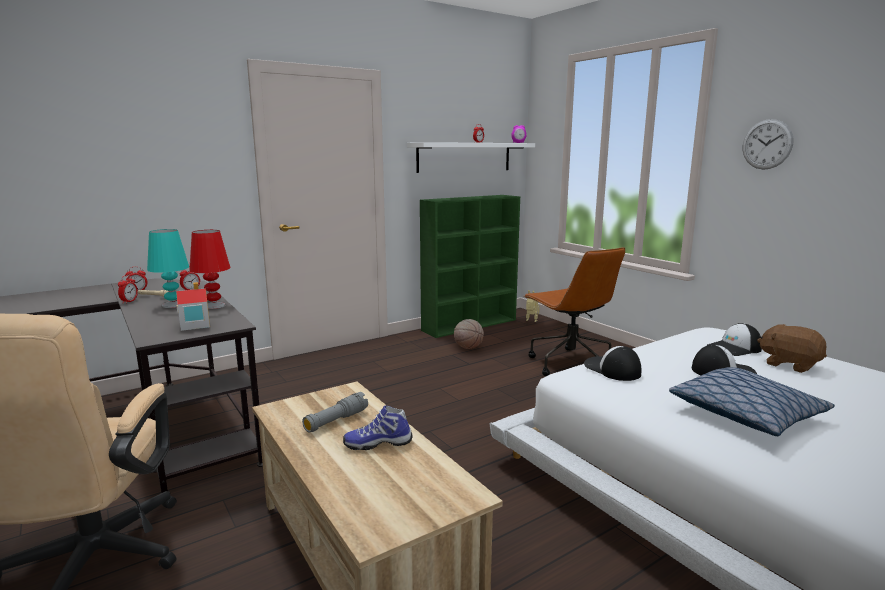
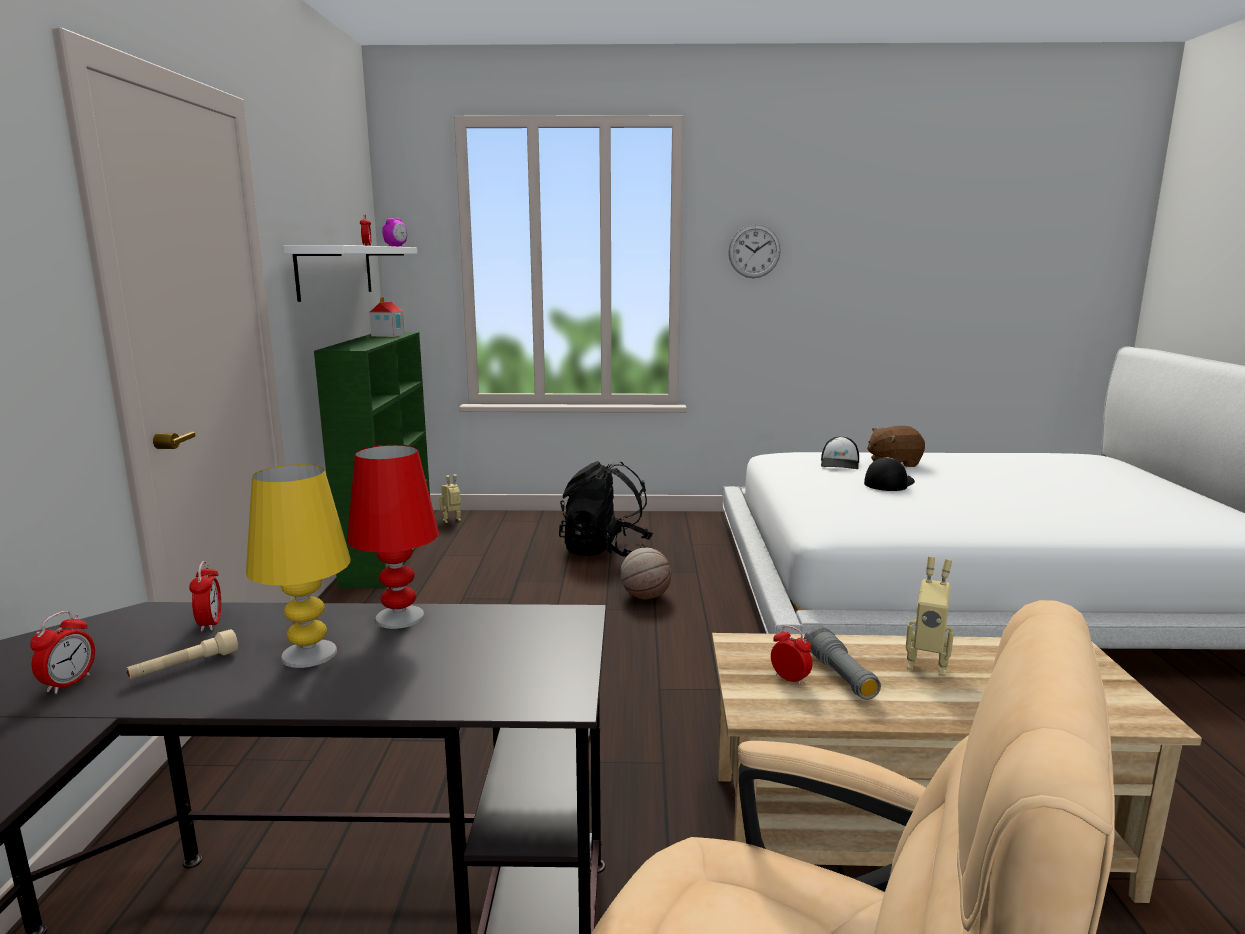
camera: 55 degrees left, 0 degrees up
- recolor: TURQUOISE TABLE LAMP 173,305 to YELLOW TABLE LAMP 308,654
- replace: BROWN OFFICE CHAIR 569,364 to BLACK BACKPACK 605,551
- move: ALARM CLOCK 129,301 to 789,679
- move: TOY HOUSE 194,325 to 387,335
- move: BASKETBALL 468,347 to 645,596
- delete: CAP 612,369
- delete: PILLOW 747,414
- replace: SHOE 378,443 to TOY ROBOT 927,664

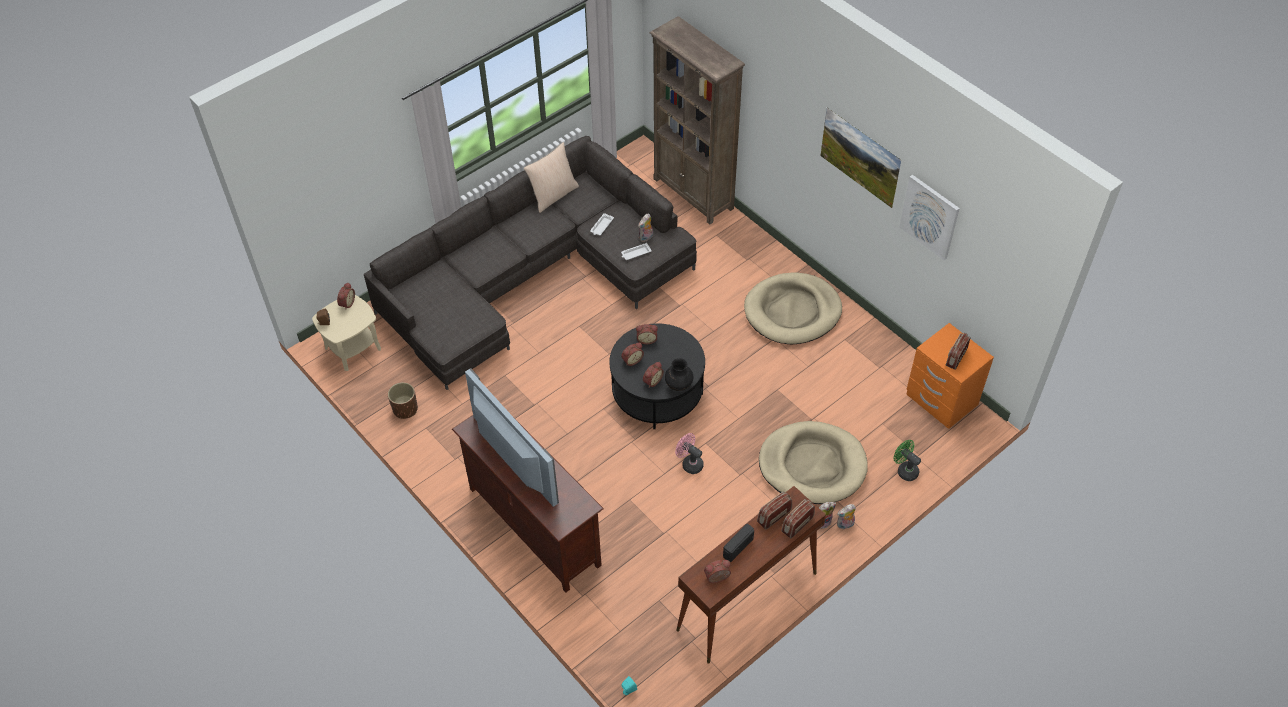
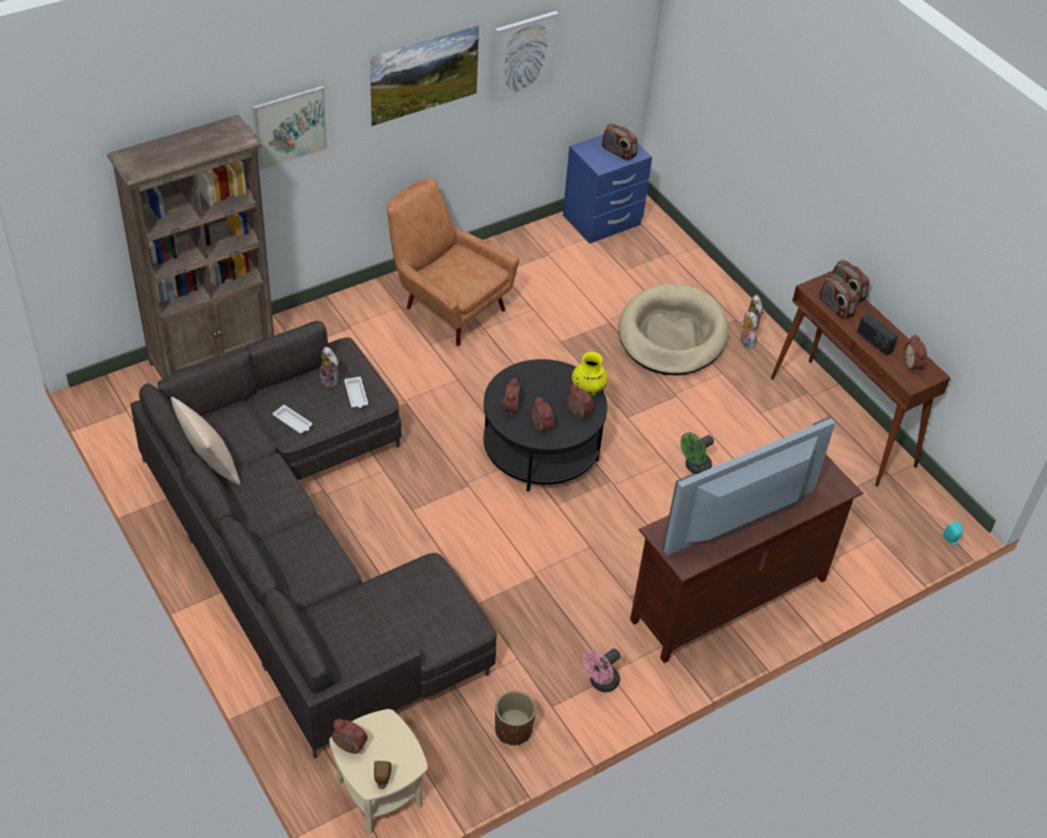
camera: 85 degrees left, 5 degrees down
- replace: BEIGE DOG BED 792,311 to BROWN ARMCHAIR 447,305
- recolor: ORANGE NIGHTSTAND 941,400 to BLUE NIGHTSTAND 602,221
- recolor: BLACK VASE 678,384 to YELLOW VASE 588,389
- move: PINK FAN 689,463 to 601,683
- move: GREEN FAN 904,470 to 694,467
- insert: PICTURE 290,127

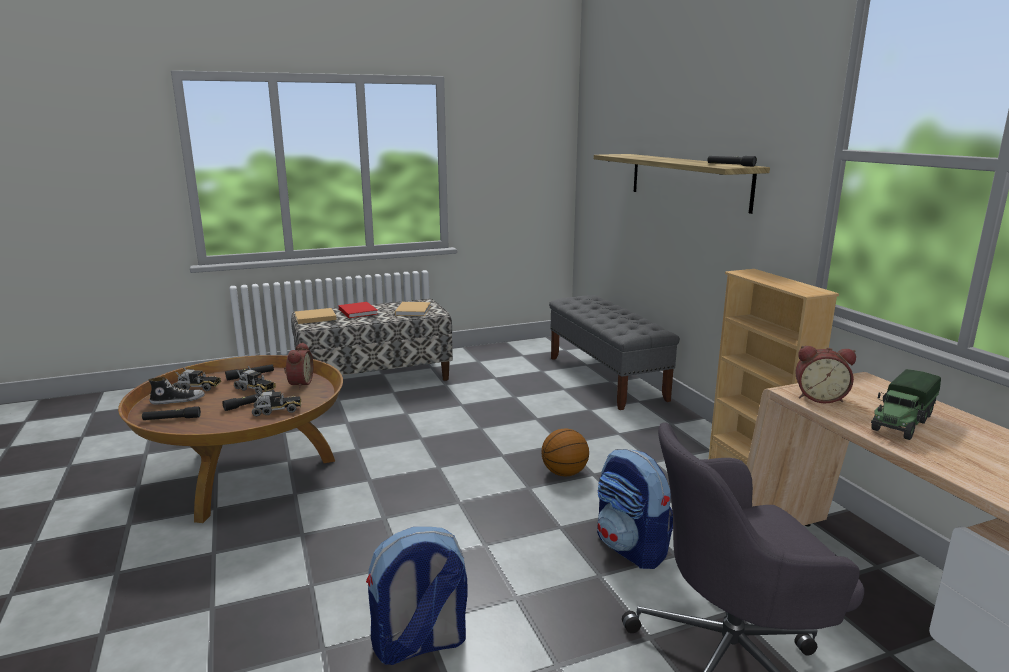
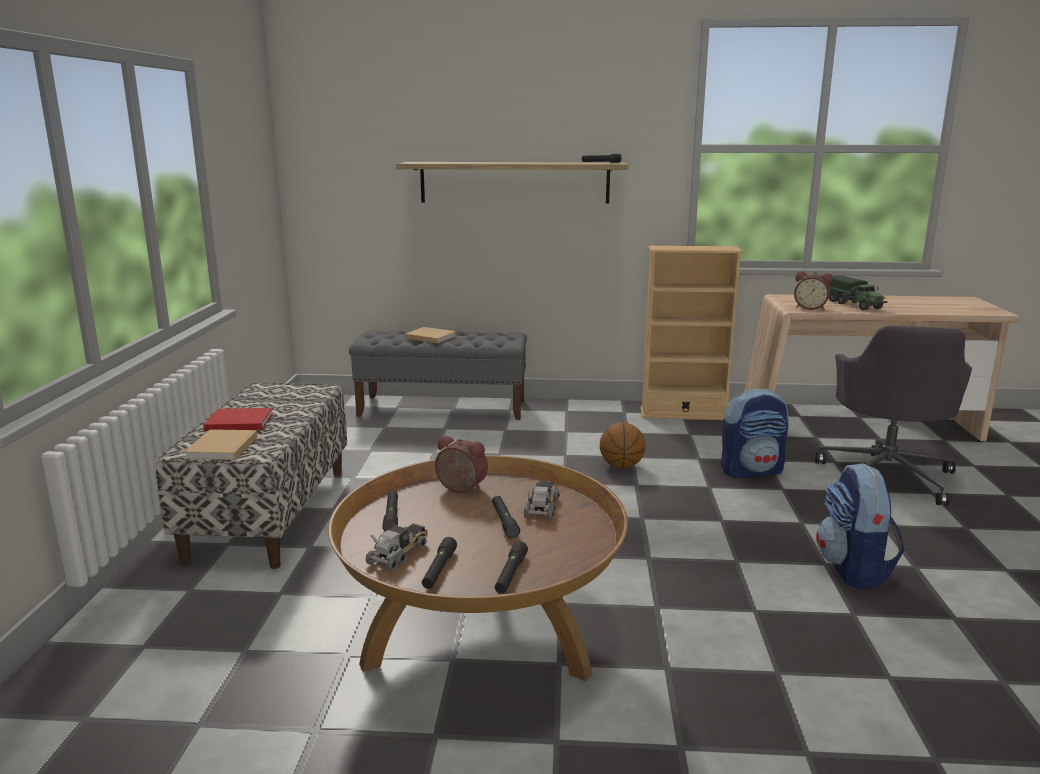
camera: 65 degrees left, 0 degrees up
- move: BEIGE BOOK 413,310 to 429,337
- rotate: ALARM CLOCK 819,397 = 810,308 75 degrees clockwise
- delete: TOY TRUCK 256,389
- replace: SHOE 178,400 to BLACK FLASHLIGHT 439,570

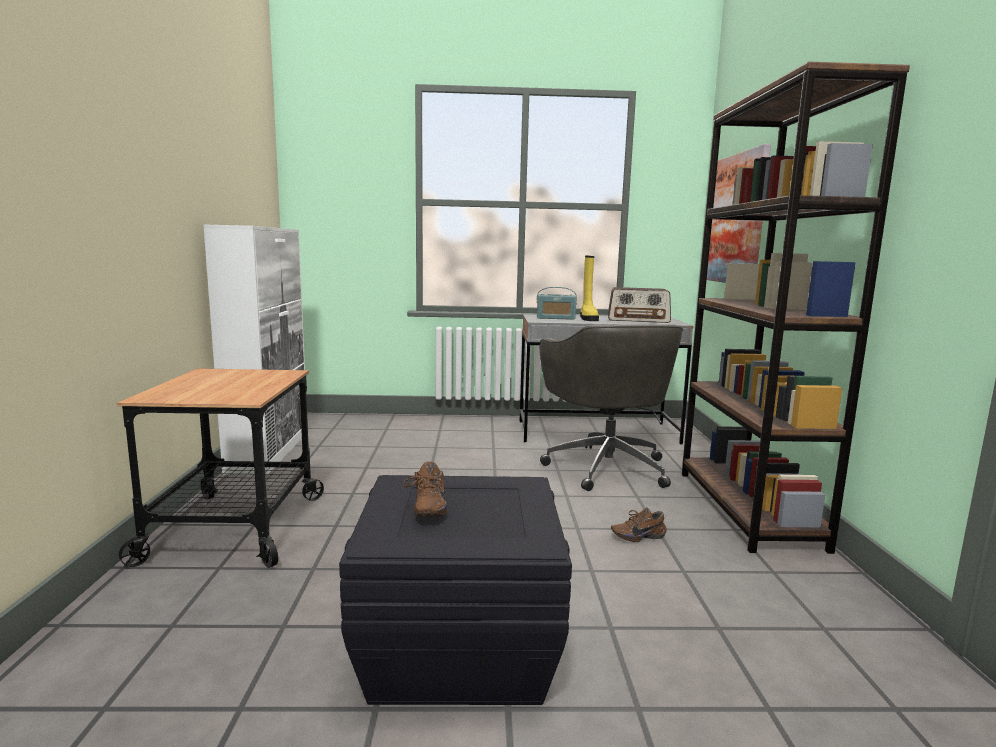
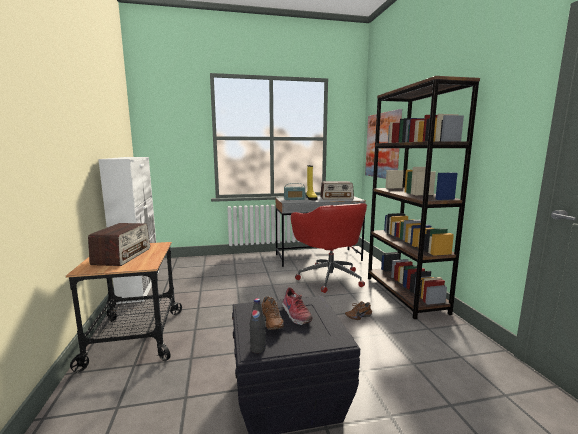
camera: 10 degrees left, 0 degrees up
- recolor: GREY OFFICE CHAIR 606,467 to RED OFFICE CHAIR 329,277
- insert: RADIO 122,256
- insert: SHOE 295,314
- insert: BLACK BOTTLE 258,349

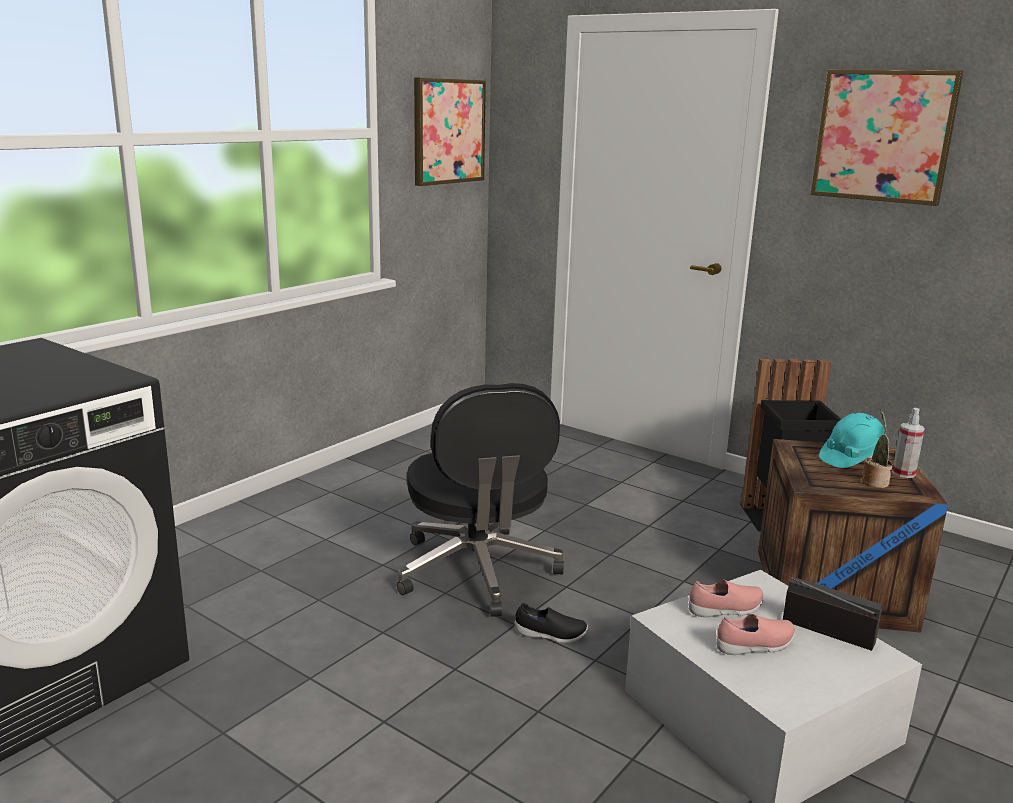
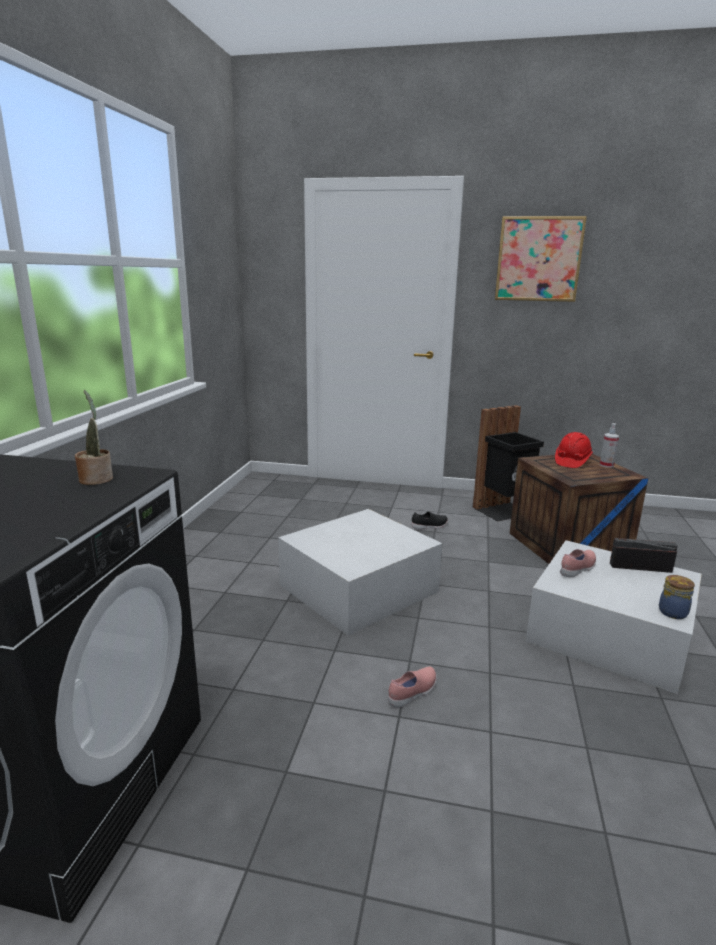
camera: 25 degrees left, 0 degrees up
- delete: PICTURE 448,131
- replace: BLACK OFFICE CHAIR 477,572 to WHITE STORAGE BOX 359,588
- move: POTTED PLANT 874,482 to 96,479
- recolor: TURQUOISE HARD HAT 852,458 to RED HARD HAT 572,461
- move: BLACK SHOE 550,635 to 429,526
- move: PINK SHOE 755,646 to 413,693
- insert: JAR 672,612

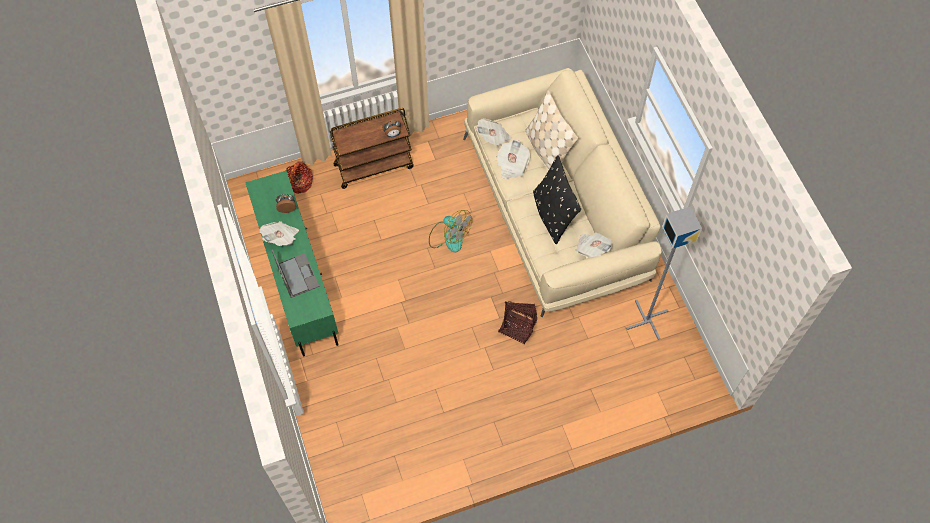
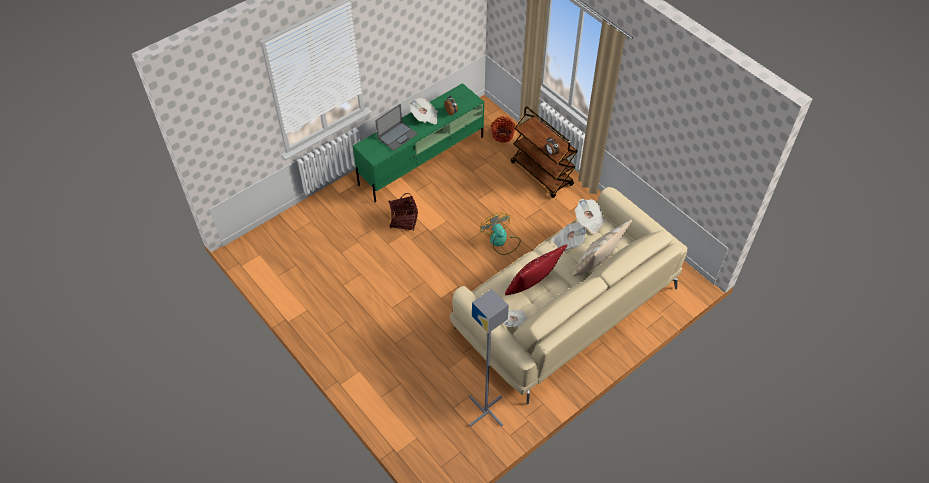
camera: 70 degrees right, 10 degrees down
- recolor: BLACK PILLOW 552,215 to RED PILLOW 533,284
- rotate: FAN 449,236 = 501,241 135 degrees clockwise
- move: BASKET 517,326 to 404,220

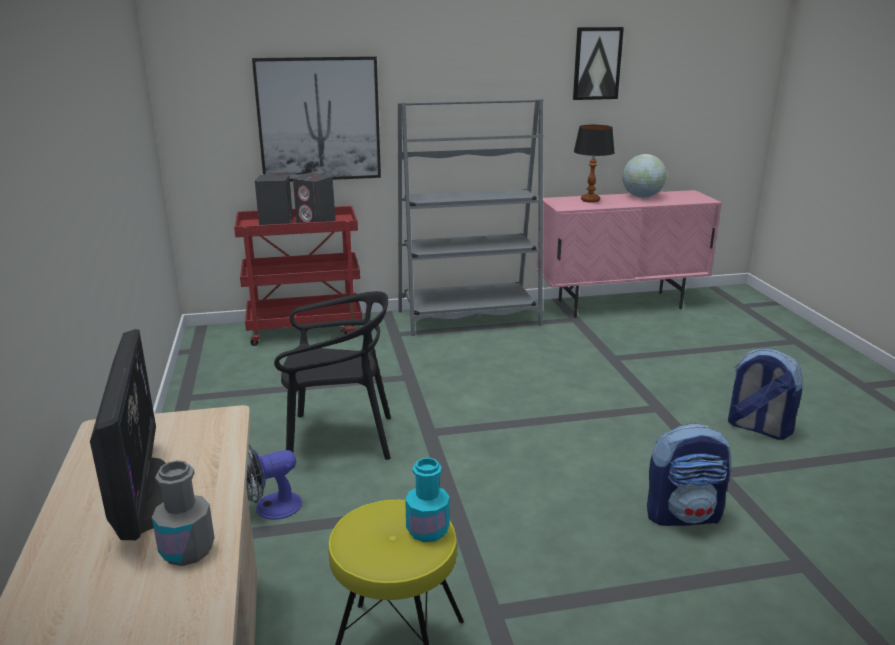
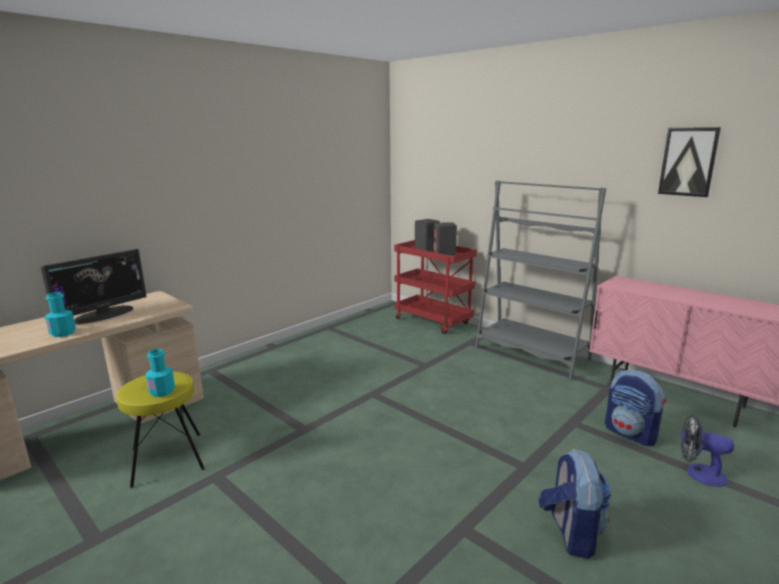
camera: 55 degrees right, 5 degrees down
- delete: PICTURE 319,119
- delete: TABLE LAMP 590,200
- delete: GLOBE 642,197
- delete: BLACK CHAIR 339,439
- move: BACKPACK 683,515 to 631,434
- move: FAN 270,508 to 698,473
- recolor: GREY BOTTLE 187,550 to TURQUOISE BOTTLE 63,333

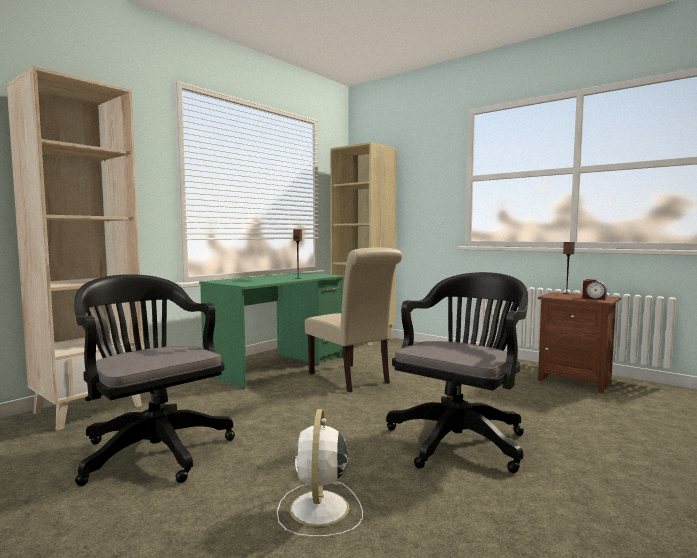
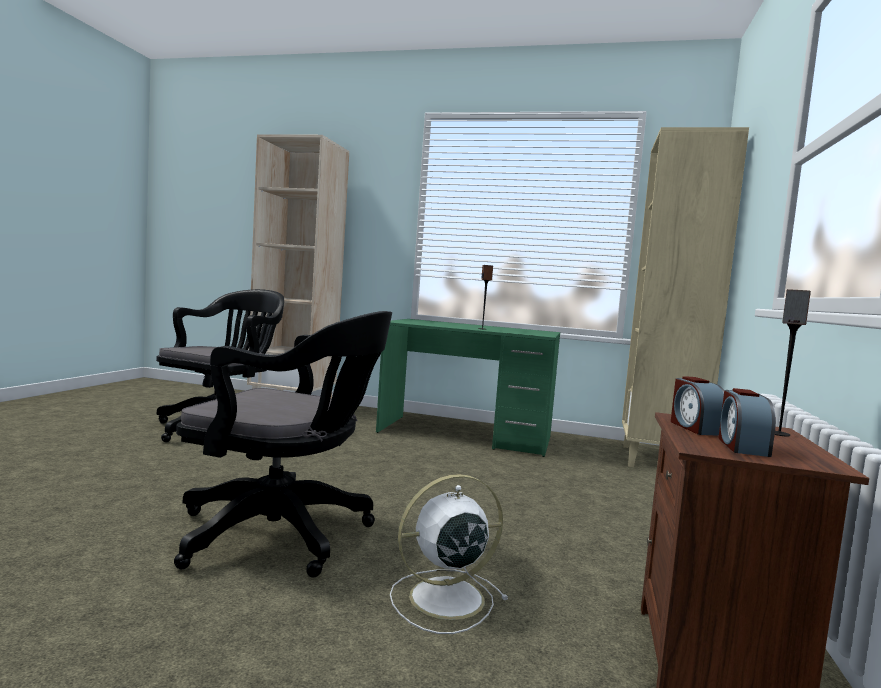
camera: 65 degrees right, 0 degrees up
- delete: BEIGE CHAIR 352,379
- move: WHITE FAN 319,510 to 443,599
- insert: ALARM CLOCK 695,428

